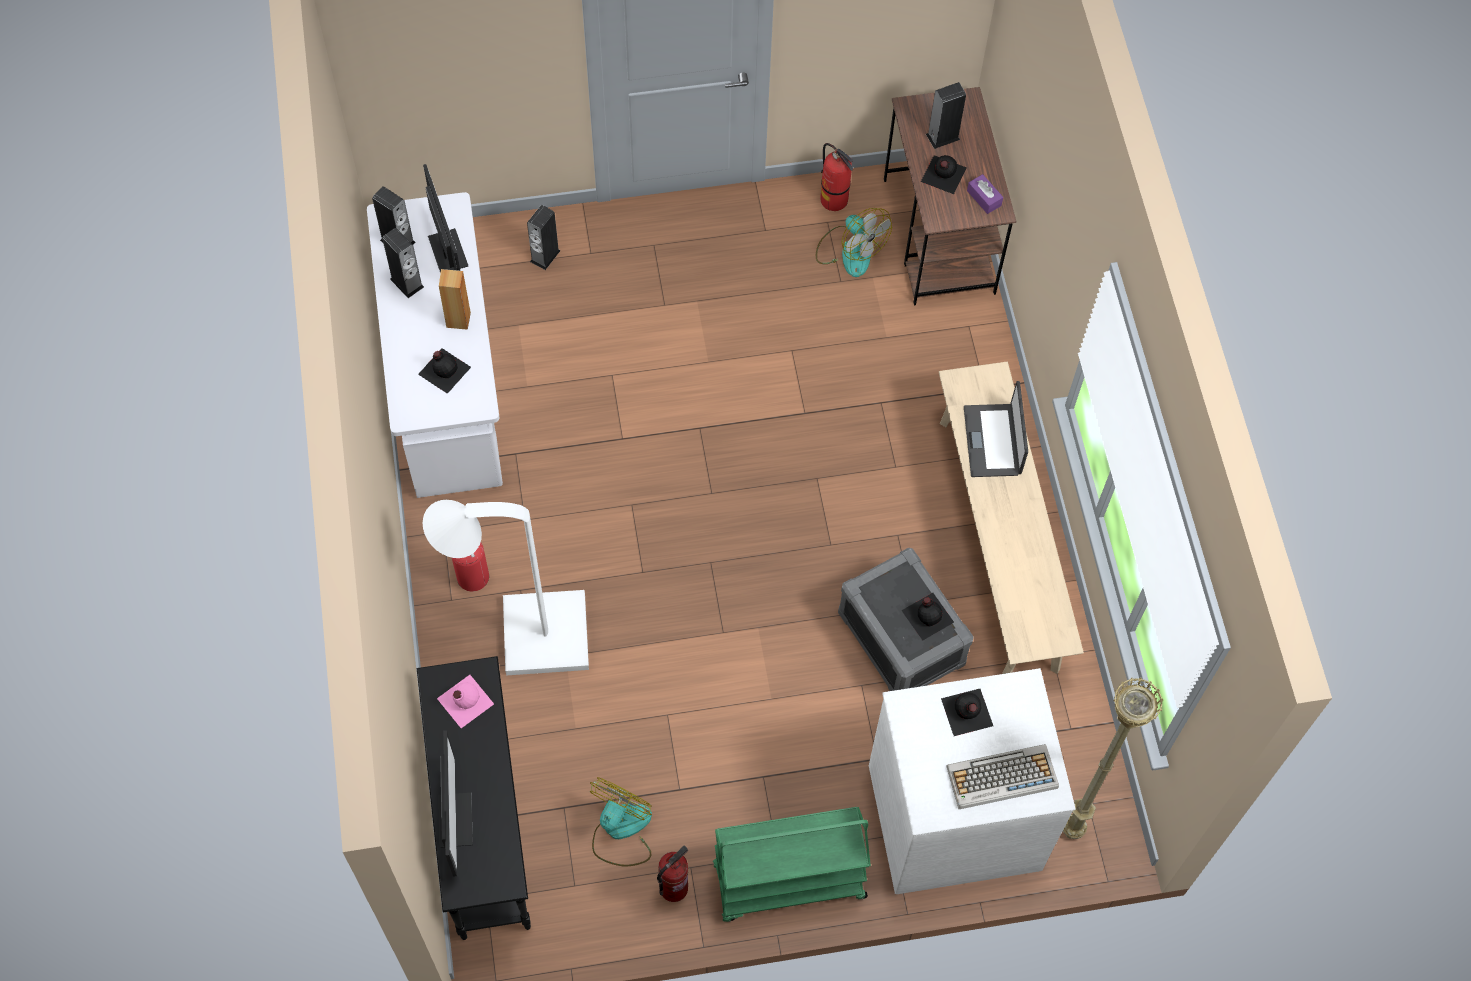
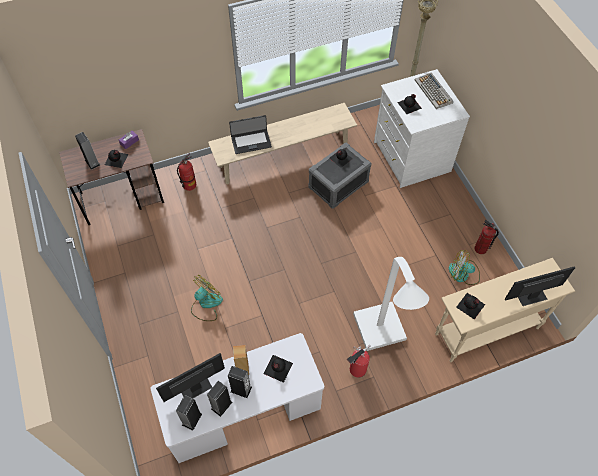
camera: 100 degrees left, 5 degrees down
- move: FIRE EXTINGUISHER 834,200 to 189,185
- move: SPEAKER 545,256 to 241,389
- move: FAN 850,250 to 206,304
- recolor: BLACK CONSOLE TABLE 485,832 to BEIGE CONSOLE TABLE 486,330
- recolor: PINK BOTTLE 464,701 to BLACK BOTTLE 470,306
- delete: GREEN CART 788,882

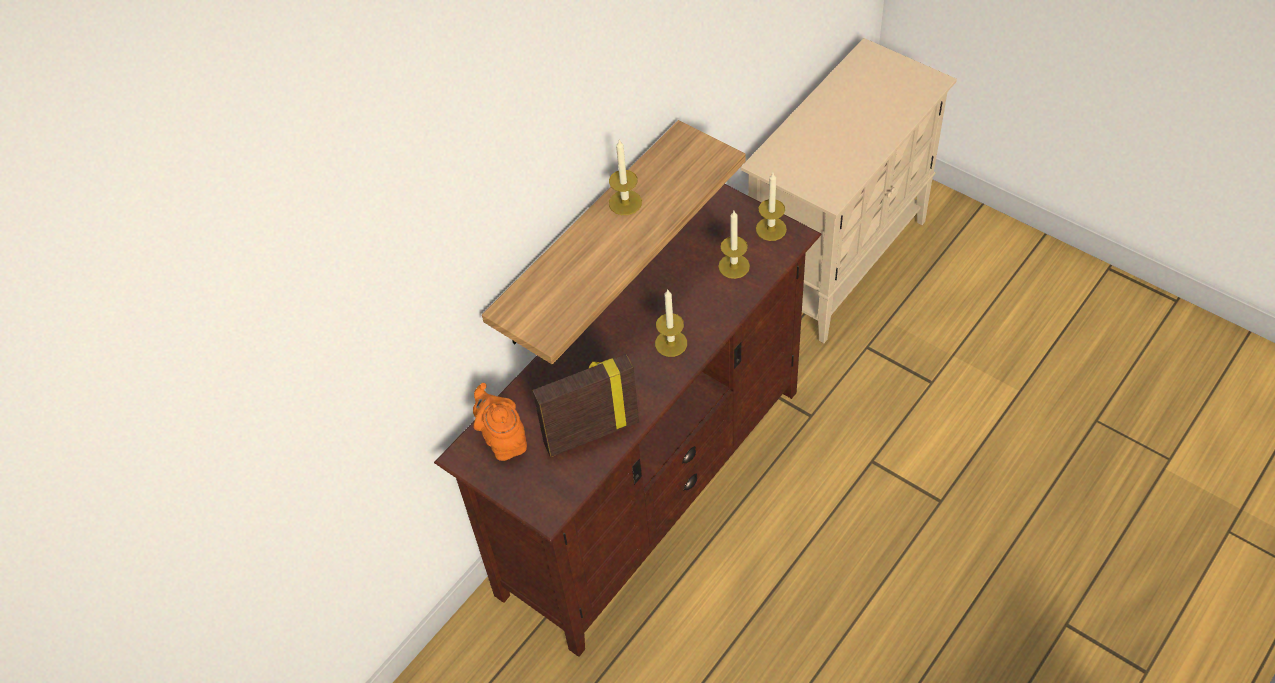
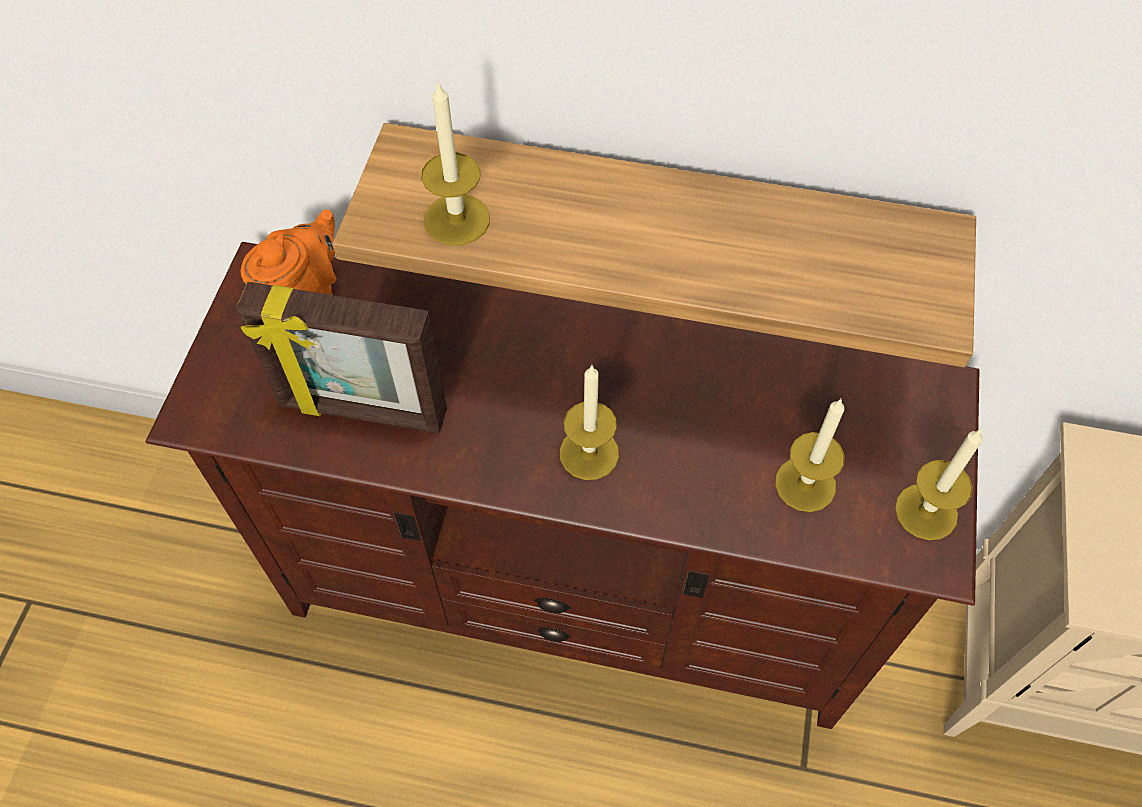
camera: 60 degrees right, 5 degrees up
- move: CANDLE 625,202 to 457,219
- rotate: PICTURE FRAME 591,432 = 363,411 150 degrees clockwise

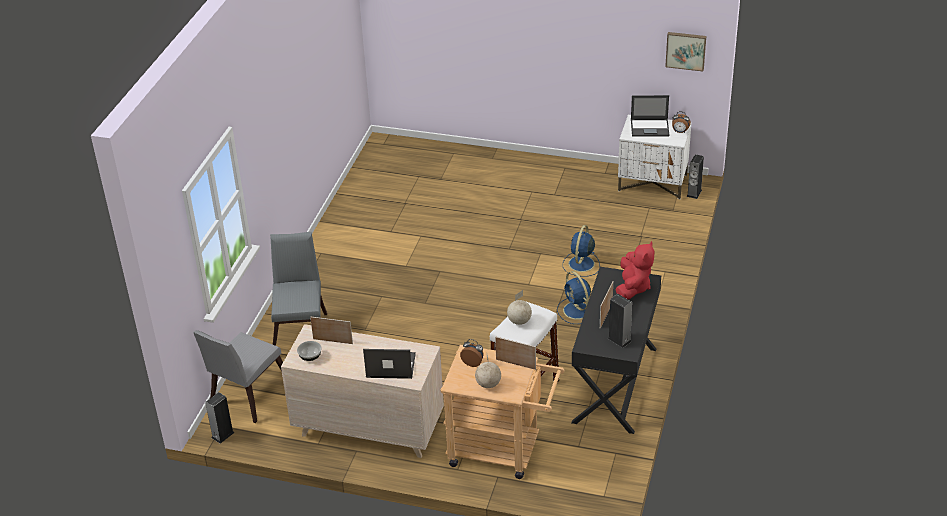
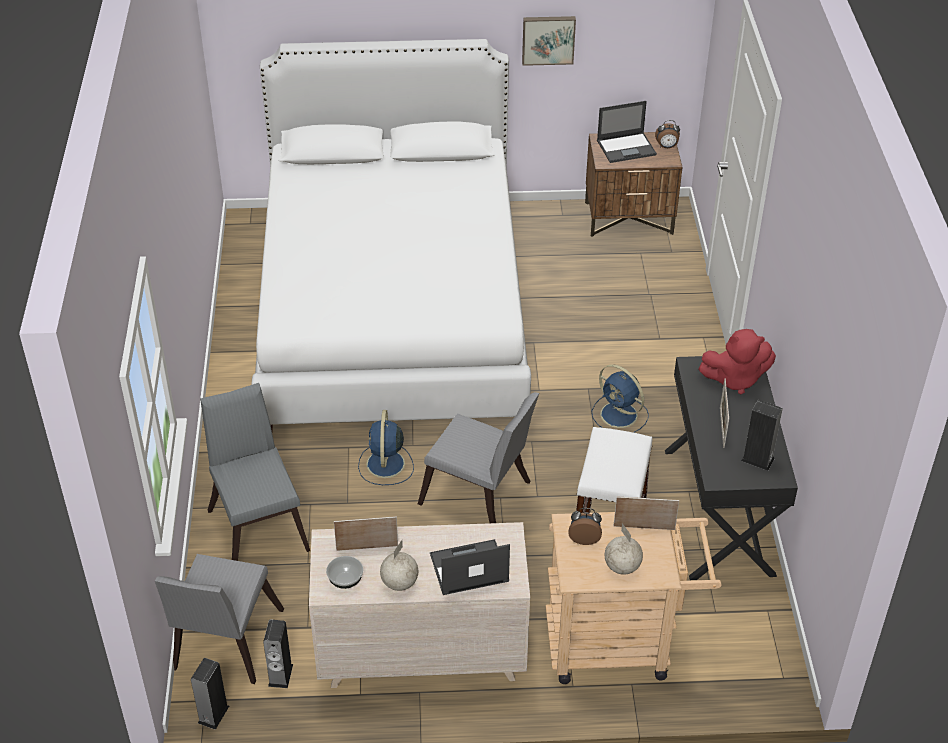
camera: 20 degrees left, 5 degrees up
- move: PICTURE 686,50 to 548,39
- recolor: WHITE NIGHTSTAND 653,183 to BROWN NIGHTSTAND 629,218
- move: SPEAKER 694,193 to 280,675
- move: BLUE FAN 581,264 to 385,465
- rotate: RED PLUSH TOY 633,287 = 735,379 90 degrees clockwise
- move: GLOBE 519,321 to 399,583
- insert: WHITE BED 392,311
- insert: GREY CHAIR 480,497

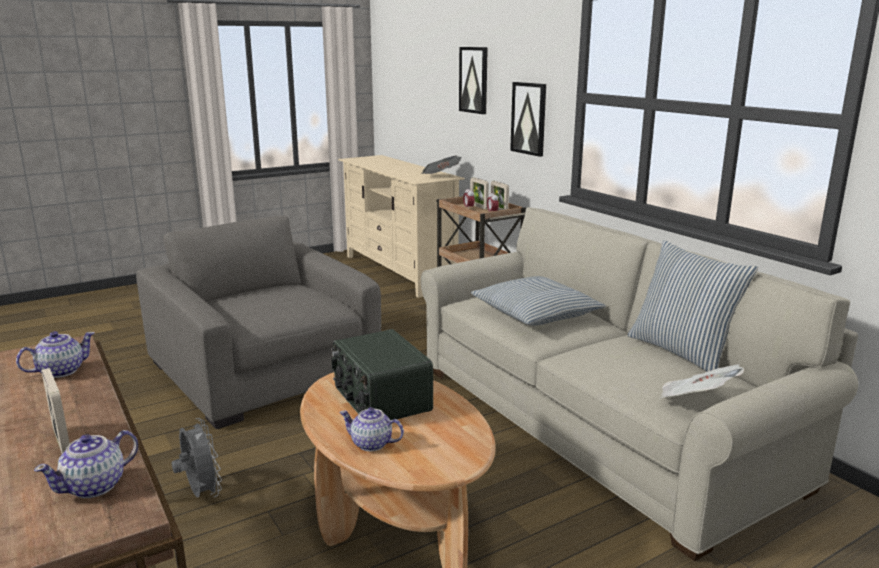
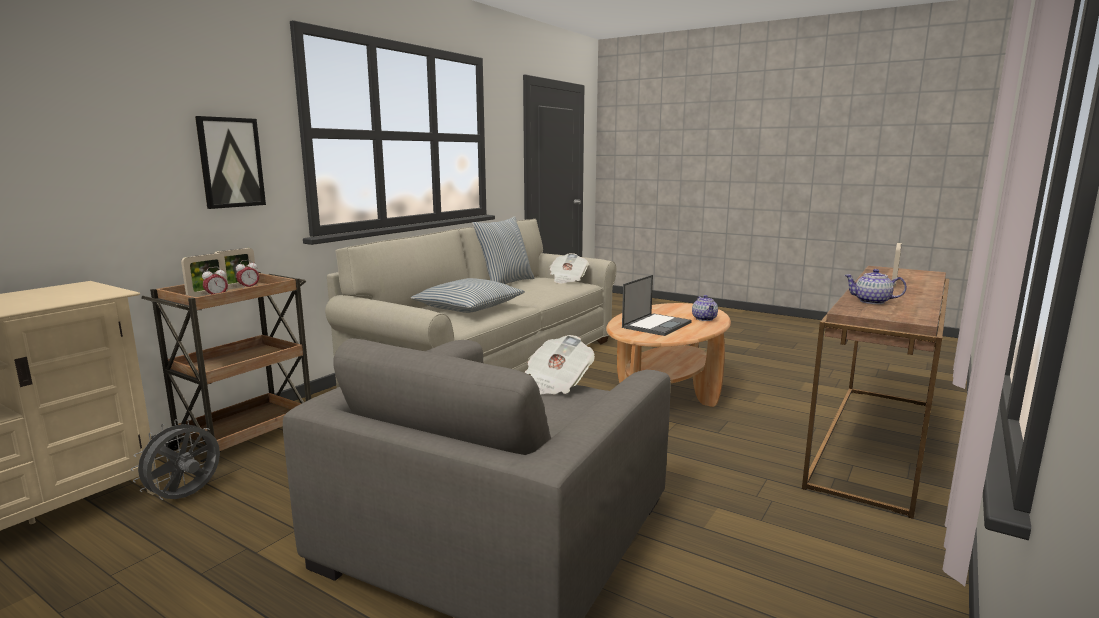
camera: 115 degrees left, 5 degrees down
- delete: PICTURE 474,80
- move: NEWSPAPER 441,176 to 556,384
- replace: RADIO 380,399 to LAPTOP 657,325
- move: GREY FAN 201,493 to 186,497
- delete: TEAPOT 95,486

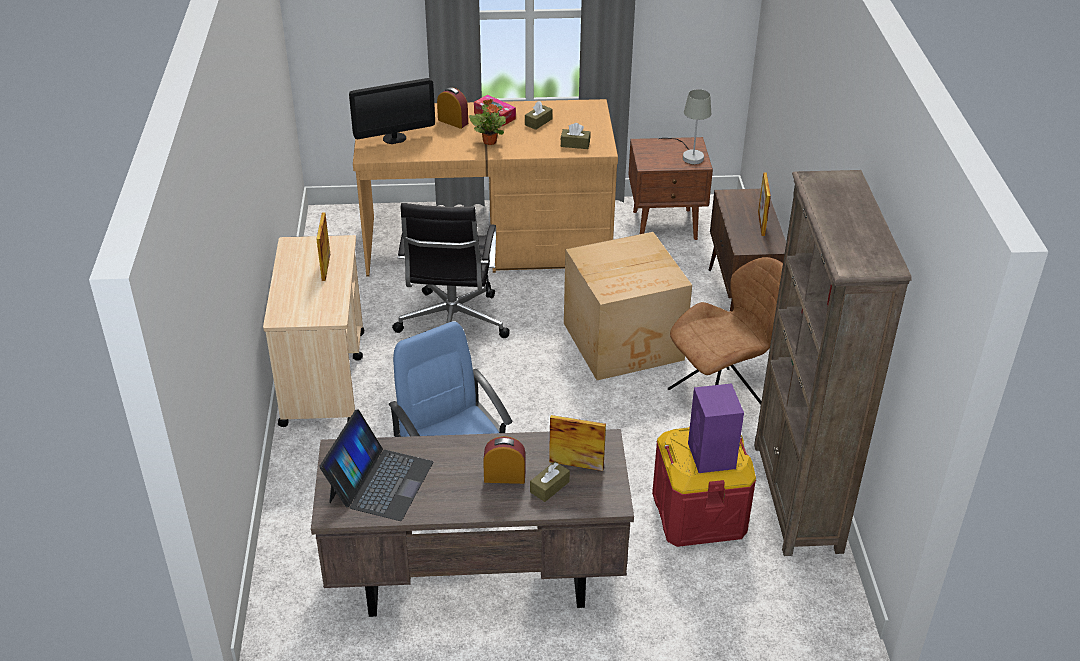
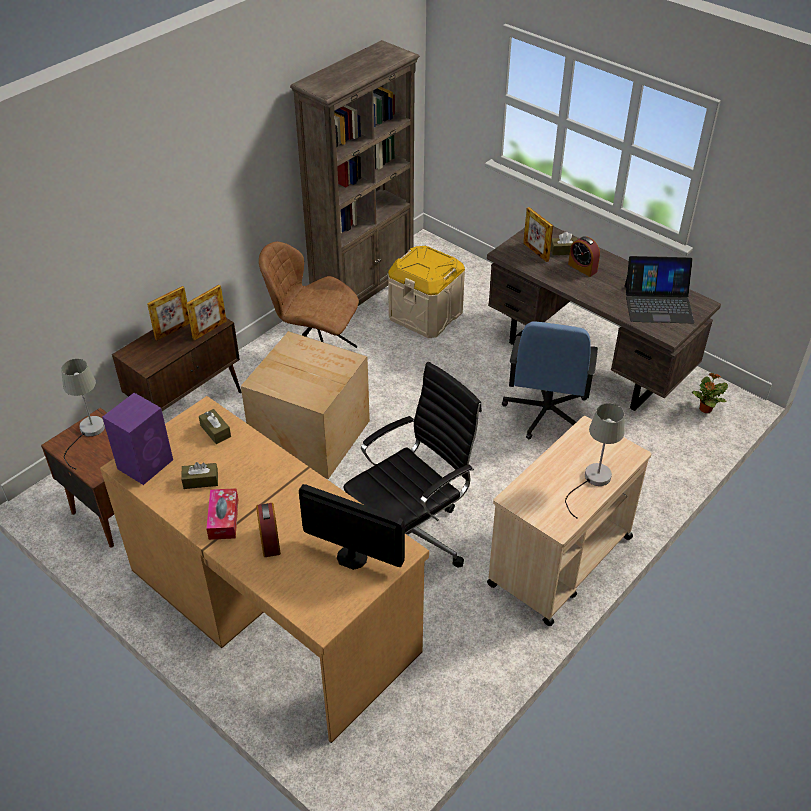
camera: 135 degrees left, 5 degrees up
- move: POTTED PLANT 489,141 to 705,409
- move: PICTURE FRAME 326,267 to 209,330
- move: PURPLE SPEAKER 712,457 to 146,463
- rotate: LAPTOP 380,482 = 658,304 150 degrees counterclockwise
- recolor: RED STORAGE BOX 699,514 to BEIGE STORAGE BOX 425,315
- insert: GREY TABLE LAMP 592,481

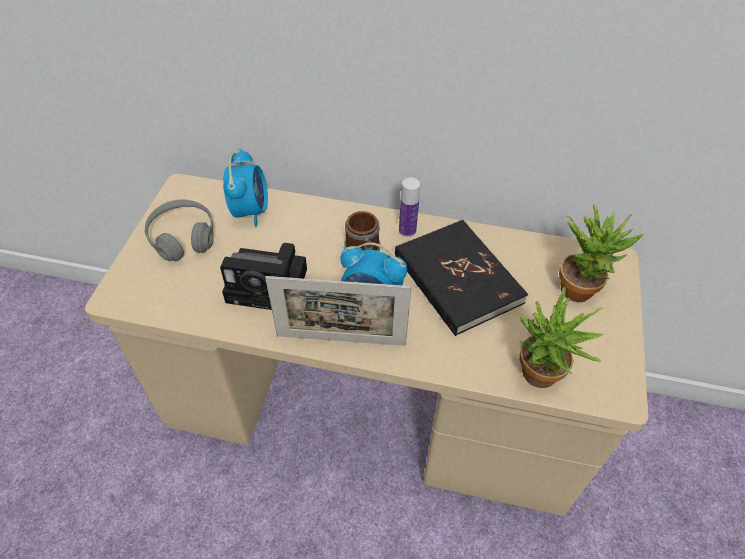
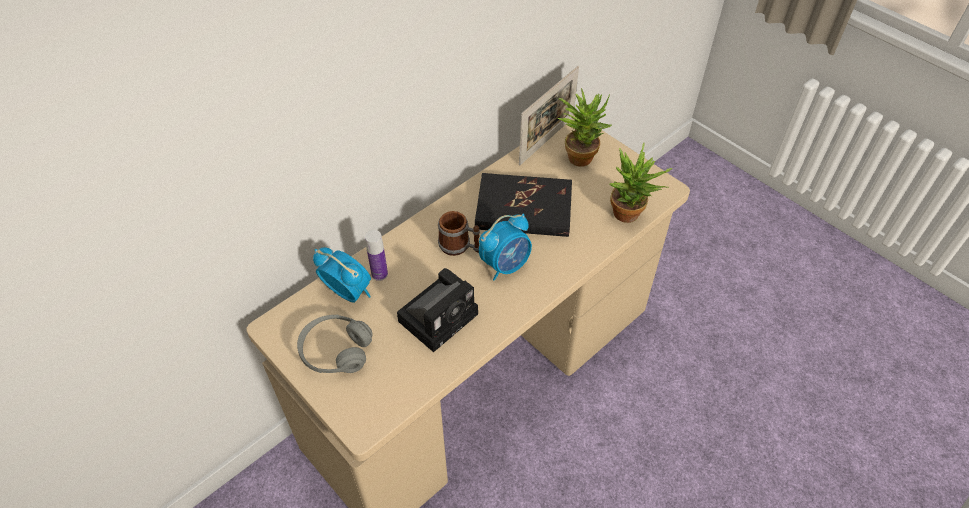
camera: 55 degrees left, 0 degrees up
- move: BOTTLE 407,230 to 379,274
- move: PICTURE FRAME 341,340 to 546,140

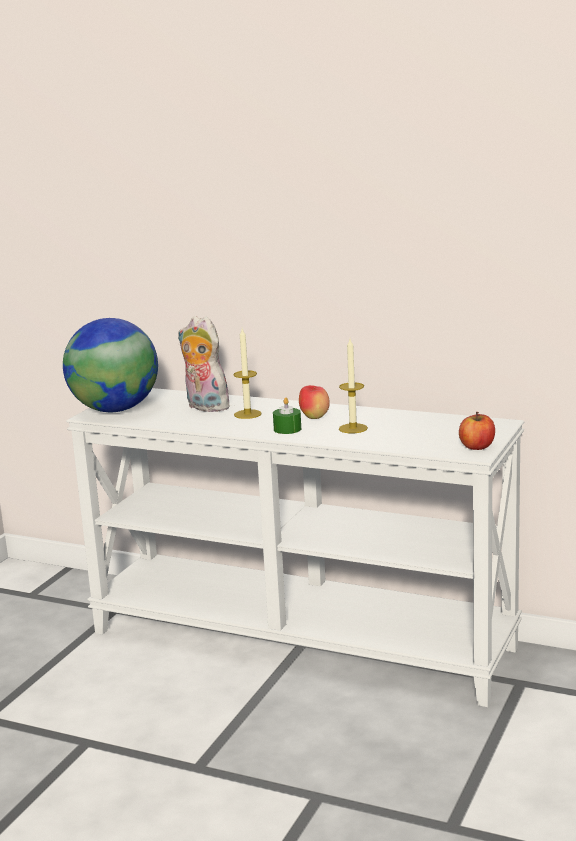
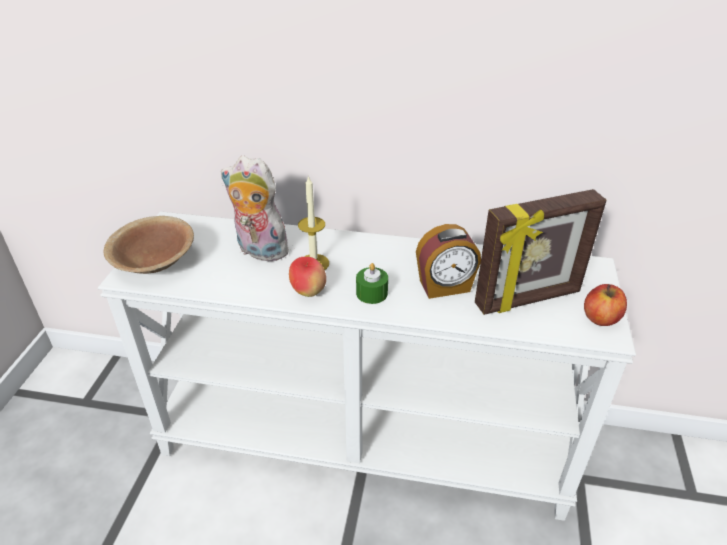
camera: 15 degrees left, 20 degrees up
- replace: GLOBE 115,410 to BROWN BOWL 154,262
- replace: CANDLE 353,428 to ALARM CLOCK 445,287
- move: APPLE 314,418 to 308,292
- insert: PICTURE FRAME 528,299

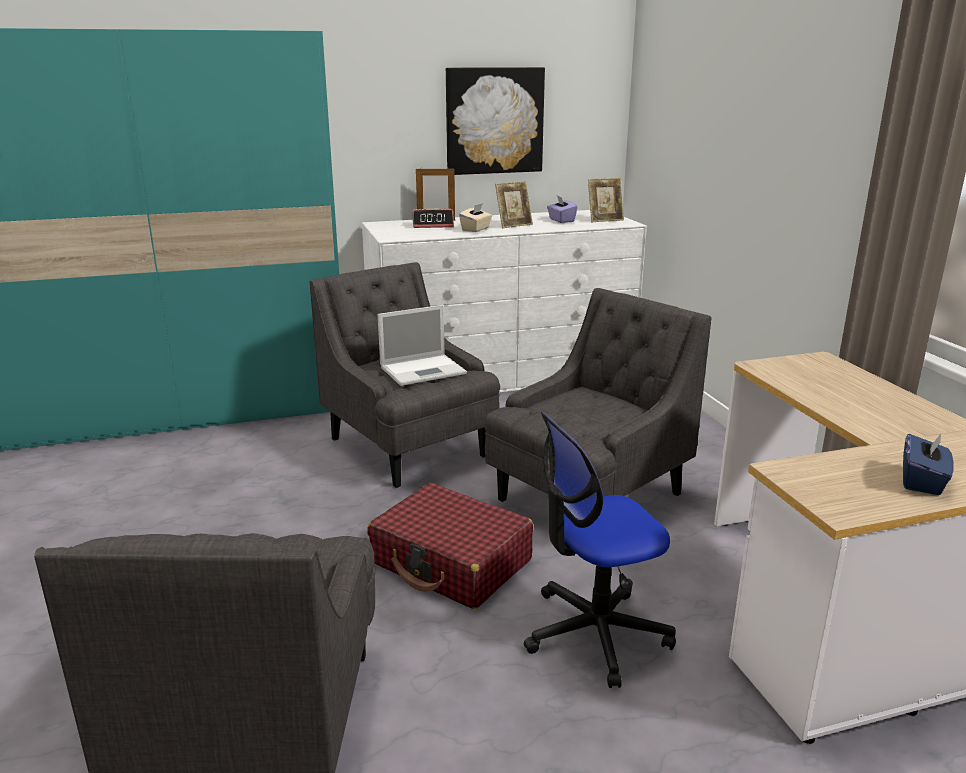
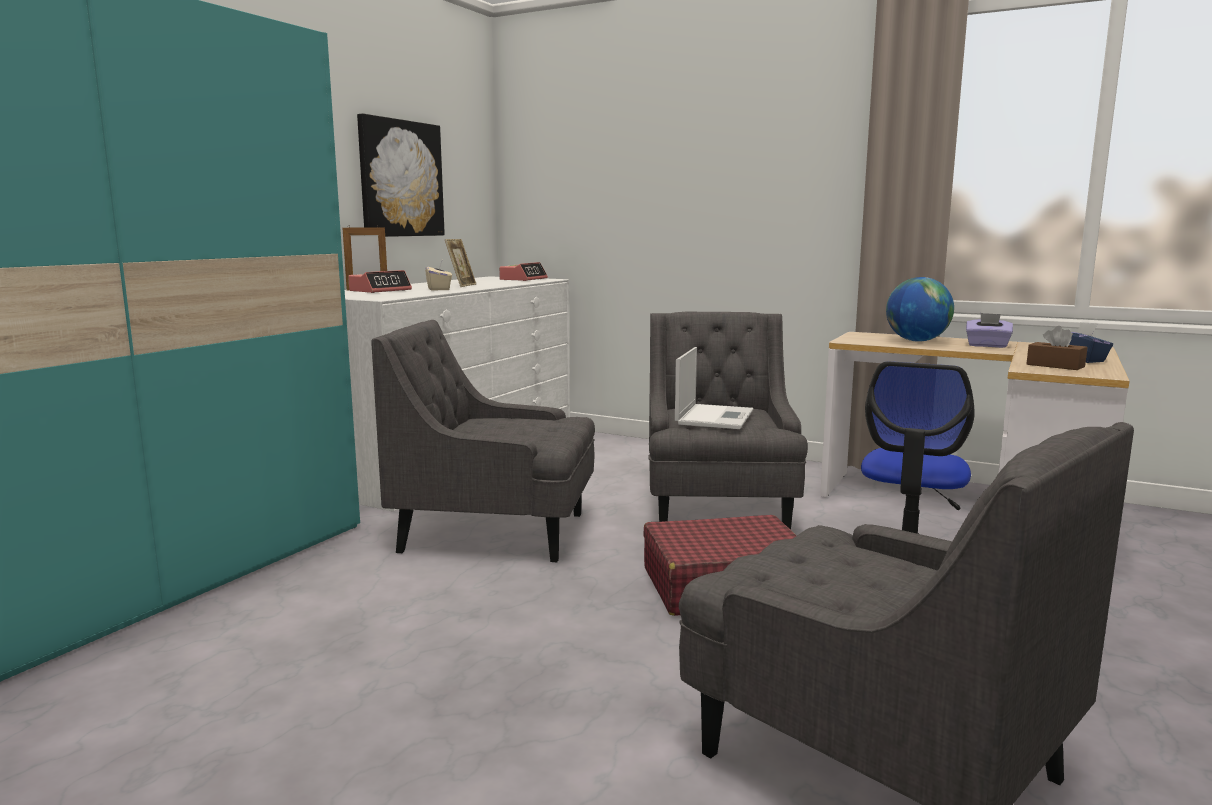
camera: 45 degrees left, 10 degrees down
- replace: PICTURE FRAME 605,220 to ALARM CLOCK 523,279
- move: PURPLE TISSUE BOX 561,220 to 987,345
- move: LAPTOP 424,370 to 714,417
- insert: GLOBE 916,341
- insert: BROWN TISSUE BOX 1055,365

